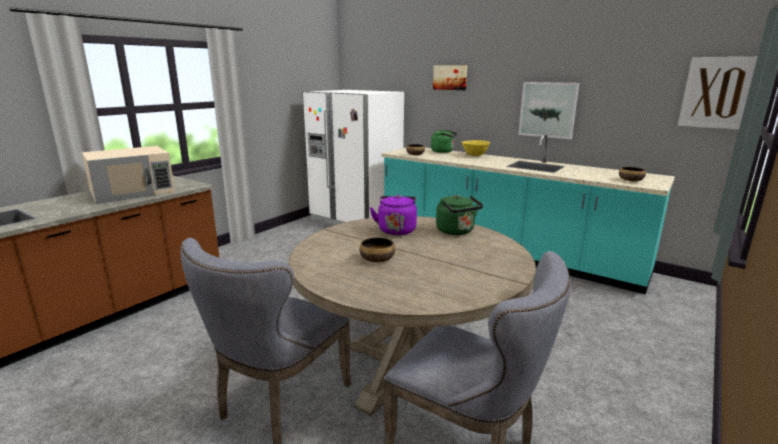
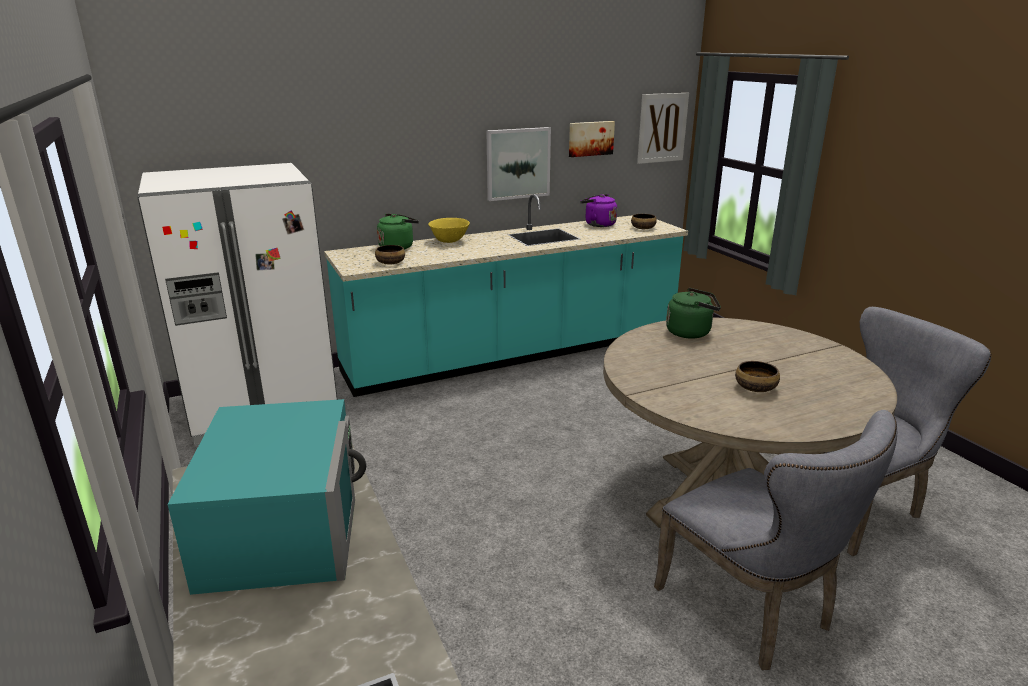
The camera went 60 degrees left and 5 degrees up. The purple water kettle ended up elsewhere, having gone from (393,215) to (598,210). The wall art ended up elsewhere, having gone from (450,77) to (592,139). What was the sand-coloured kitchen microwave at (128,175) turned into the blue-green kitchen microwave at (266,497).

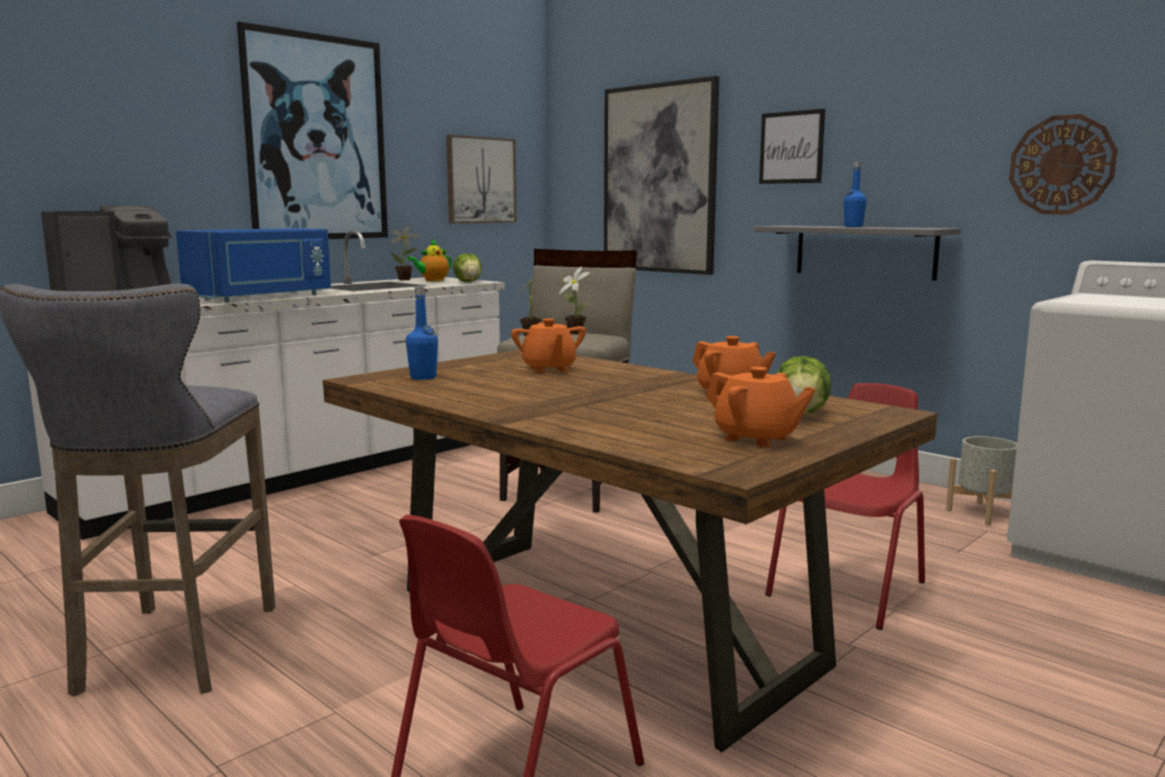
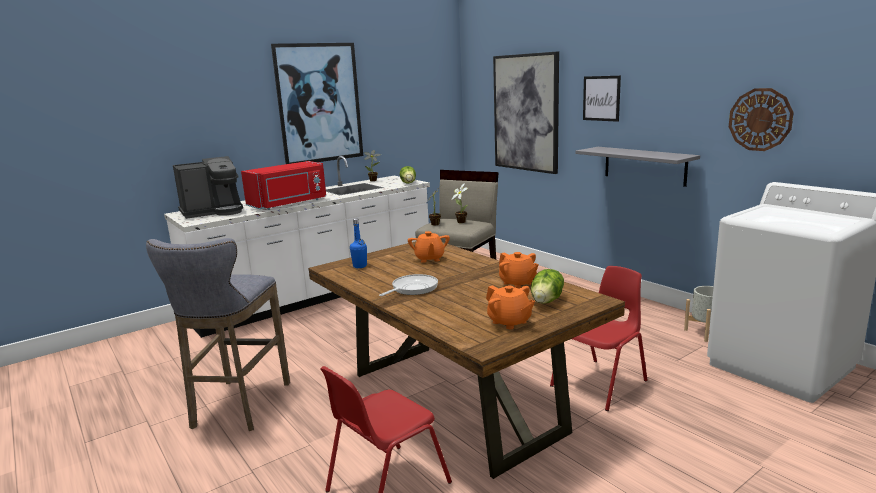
The camera went 10 degrees right and 5 degrees up. The second view lost the pot for tea at (429,260). The second view lost the wall art at (481,179). The second view lost the bluish beverage bottle at (855,194). The second view gained the skillet at (408,285). What was the bluish kitchen microwave at (253,265) turned into the reddish kitchen microwave at (283,185).

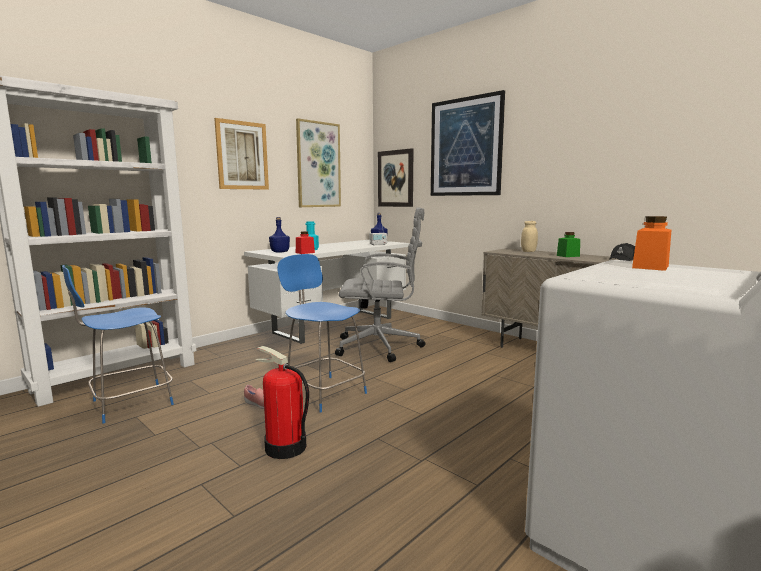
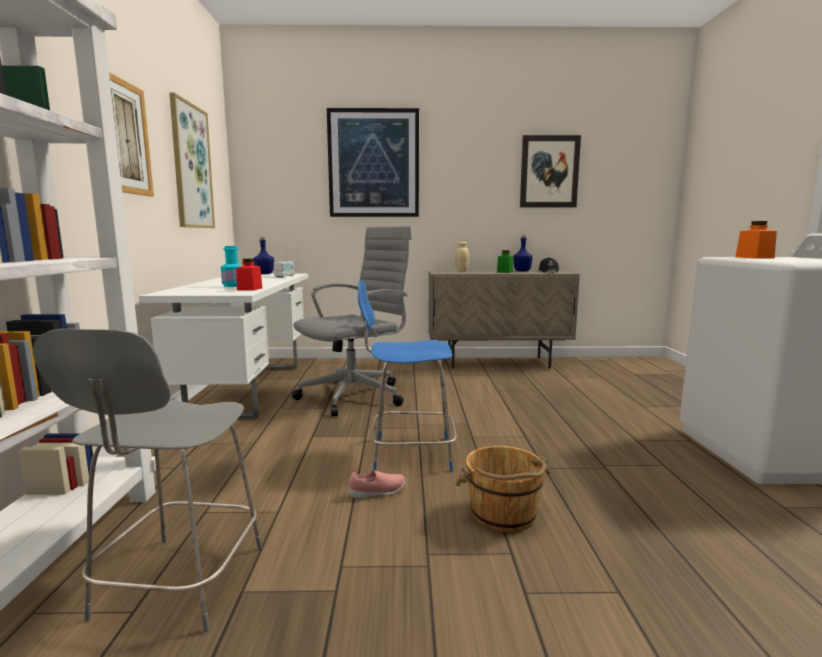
The camera went 45 degrees left and 0 degrees up. The bluish beverage bottle ended up elsewhere, having gone from (279,235) to (523,253). The wall art ended up elsewhere, having gone from (395,177) to (550,171). Where the fire extinguisher stood at (282,402), the brown pail came to stand at (502,489). What was the bluish stool seat at (118,344) turned into the gray stool seat at (147,480).

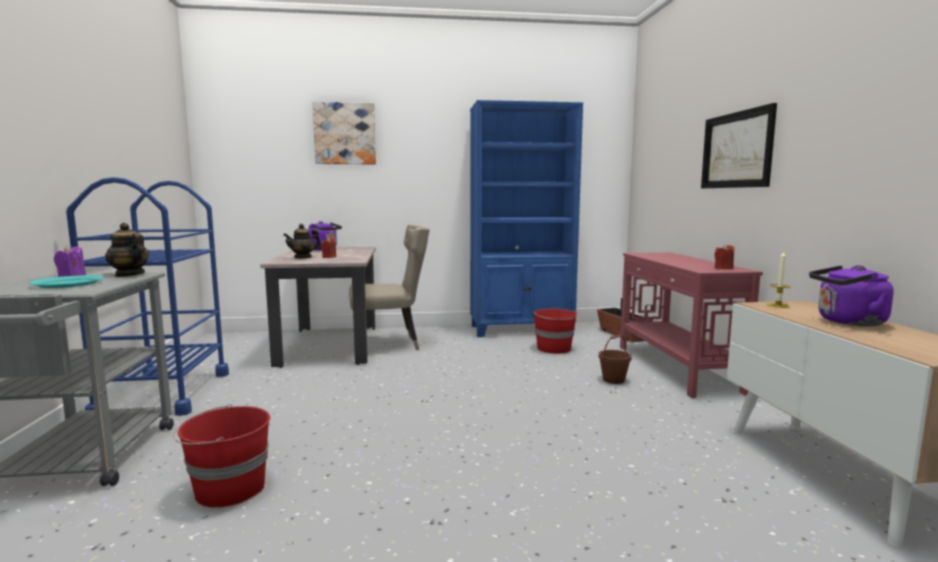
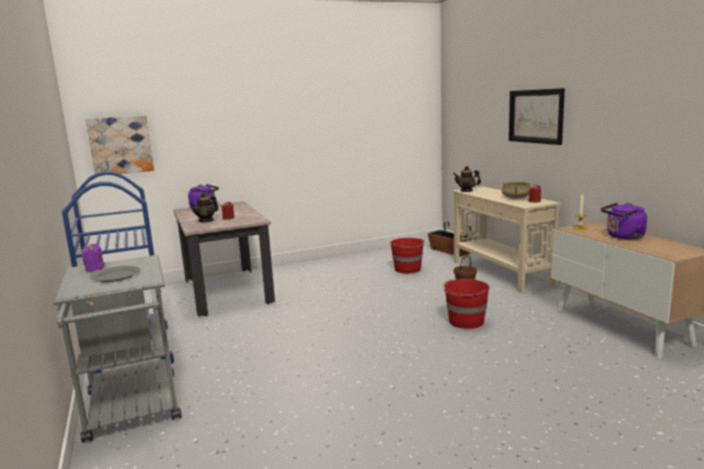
The camera went 15 degrees left and 5 degrees up. The second view lost the sand-coloured plain chair at (389,287). The second view lost the bluish bookshelf at (526,218). The second view gained the sand-coloured saucepot at (516,190). The pot for tea ended up elsewhere, having gone from (127,250) to (467,179). The reddish pail ended up elsewhere, having gone from (221,456) to (466,304). The wall art ended up elsewhere, having gone from (344,133) to (120,145). What was the blue-green plate at (66,281) turned into the gray plate at (115,274). What was the reddish hall table at (691,325) turned into the sand-coloured hall table at (507,240).

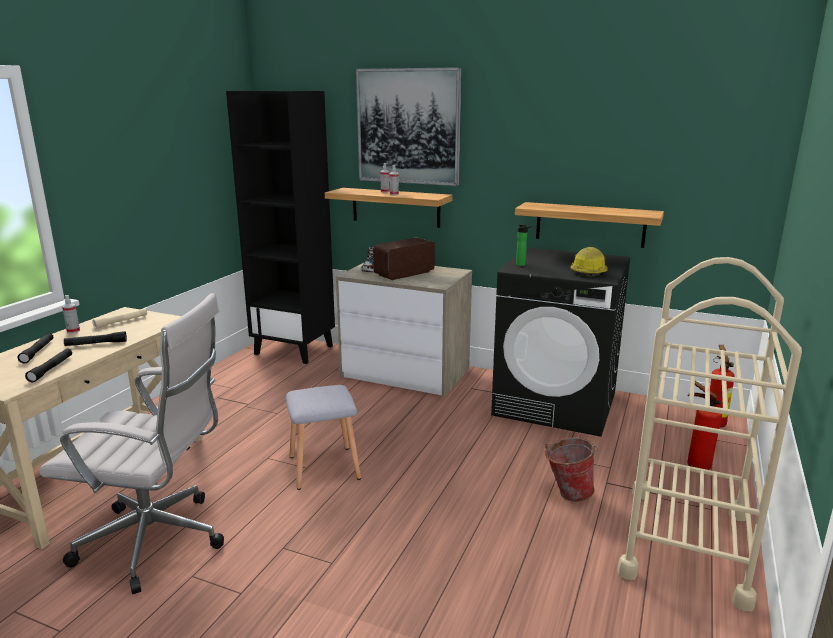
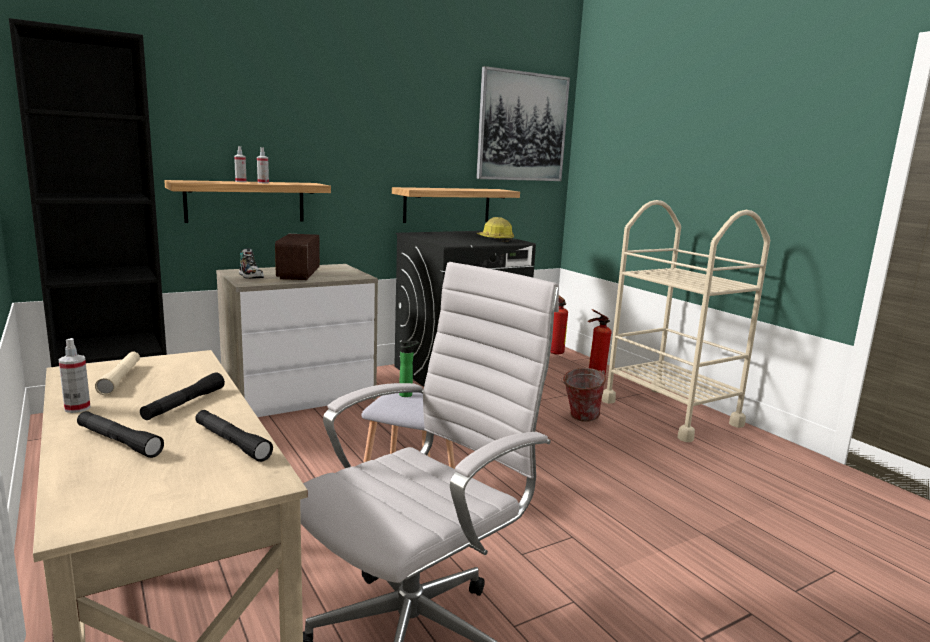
The camera went 55 degrees left and 5 degrees down. The wall art ended up elsewhere, having gone from (409,126) to (523,123). The beverage bottle ended up elsewhere, having gone from (524,245) to (409,369).

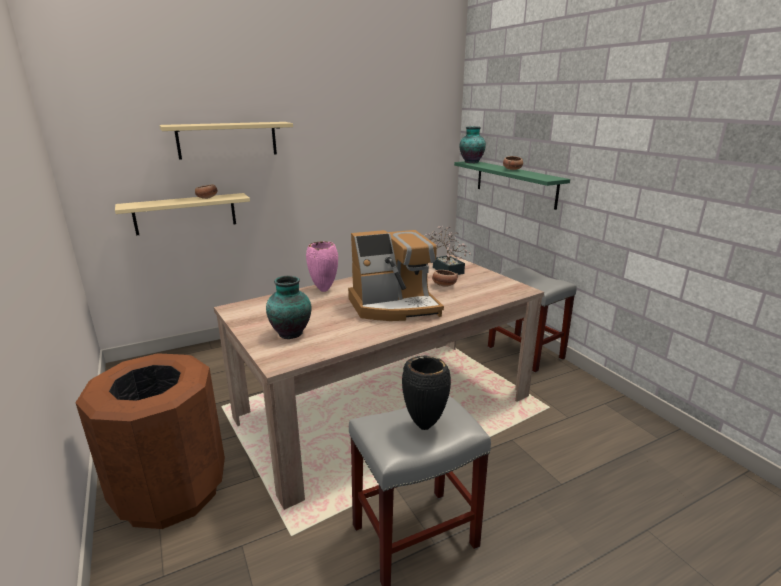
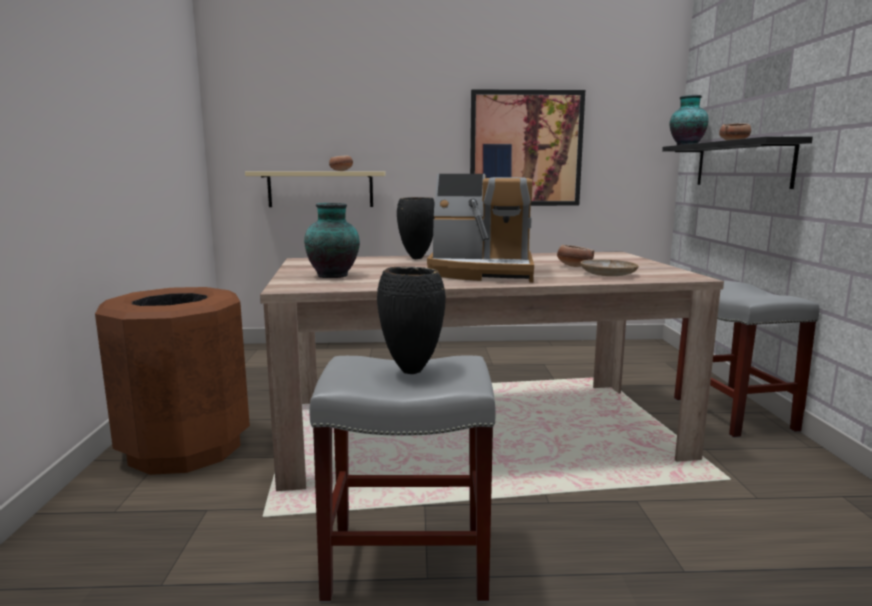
The camera went 25 degrees right and 10 degrees down. The second view lost the sand-coloured wall shelf at (226,141). The second view lost the potted plant at (448,250). The second view gained the wall art at (527,147). The second view gained the sand-coloured plate at (609,267). What was the pinkish decorative vase at (322,266) turned into the black decorative vase at (416,228). What was the greenish wall shelf at (512,185) turned into the black wall shelf at (737,162).

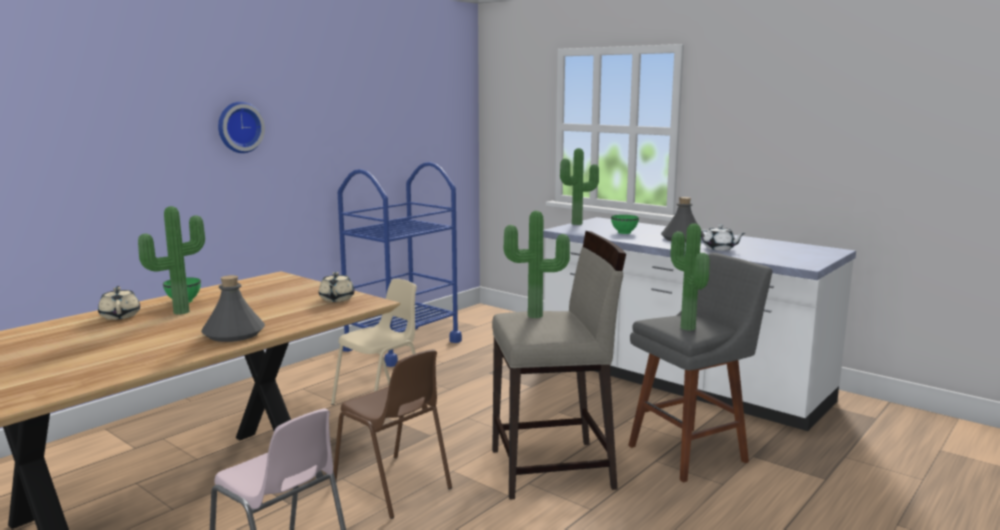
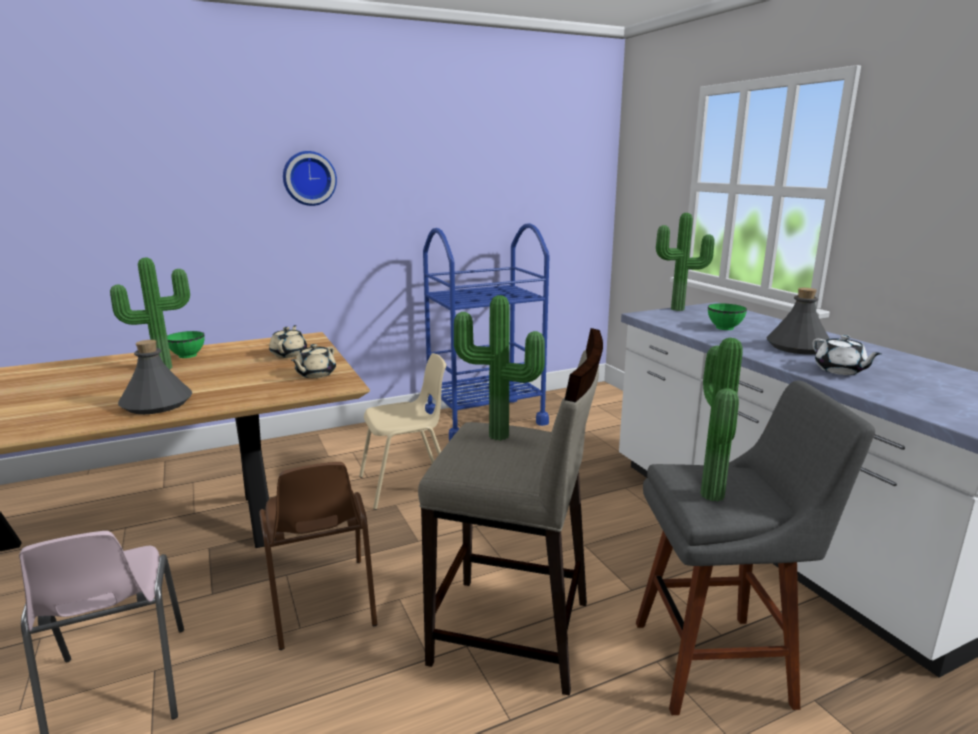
The camera went 25 degrees right and 5 degrees up. The sand-coloured pot for tea ended up elsewhere, having gone from (119,303) to (288,341).

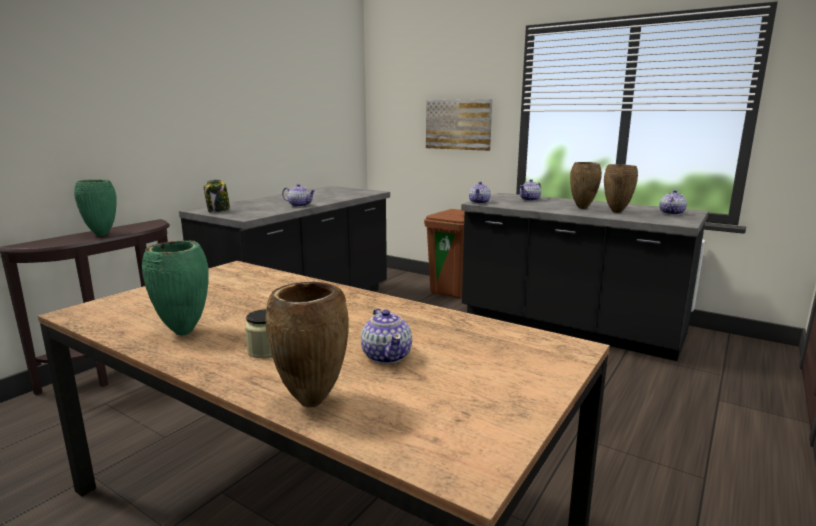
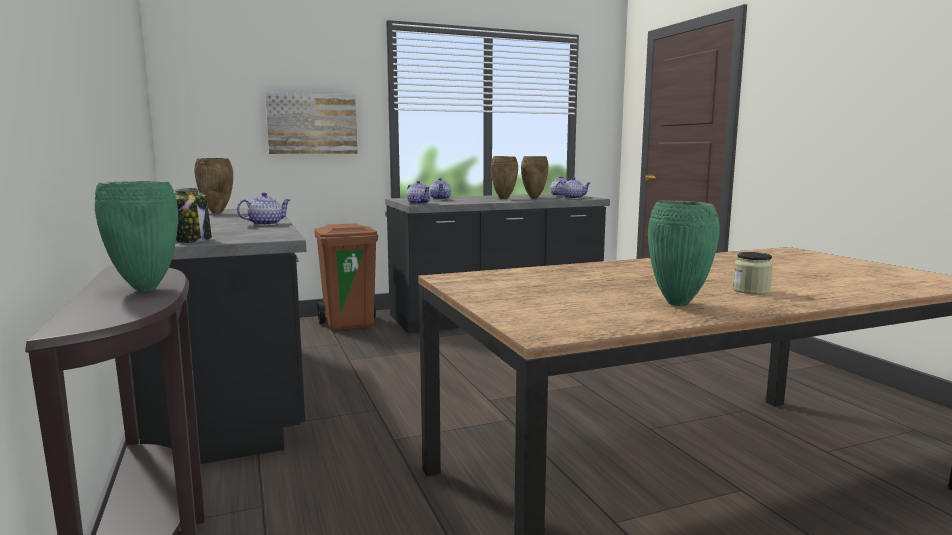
The camera went 55 degrees left and 5 degrees down. The brown decorative vase ended up elsewhere, having gone from (307,344) to (213,185). The pot for tea ended up elsewhere, having gone from (386,336) to (573,188).

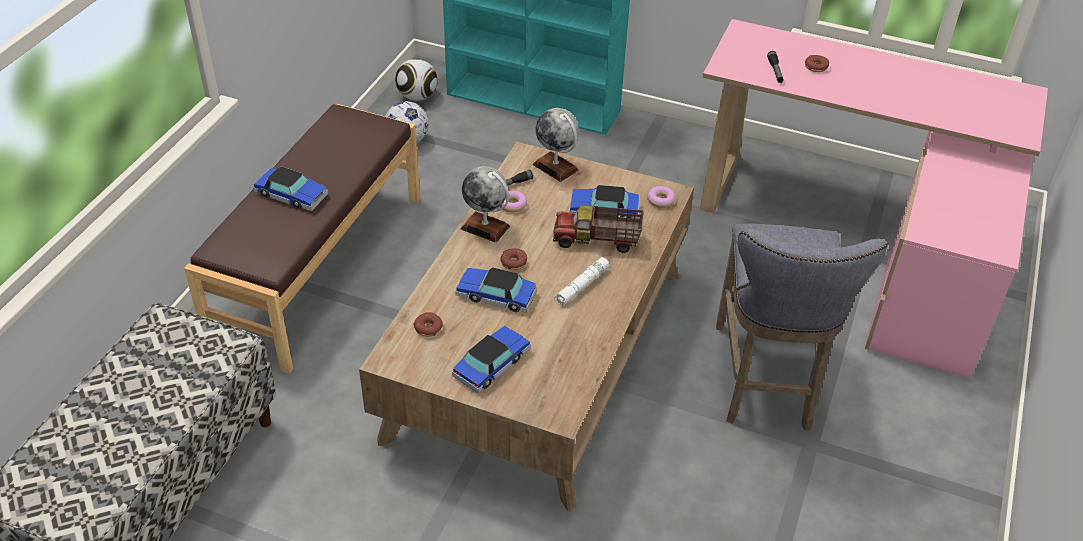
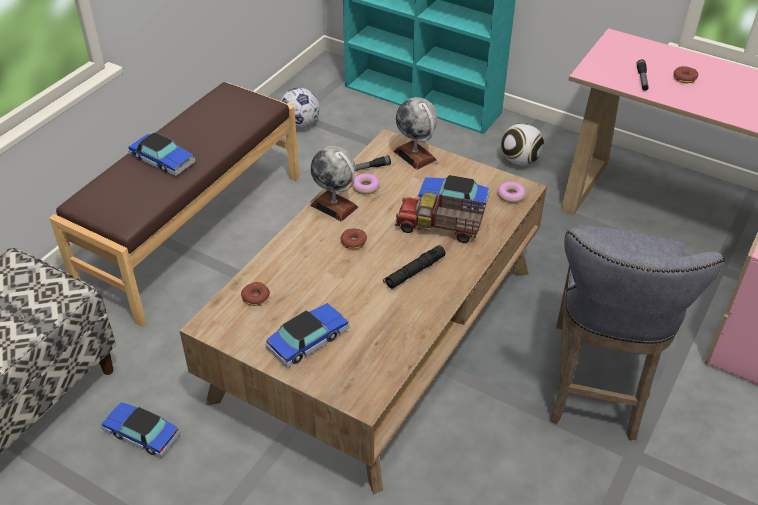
The camera went 10 degrees right and 0 degrees up. The football ended up elsewhere, having gone from (416,79) to (522,144). The model car ended up elsewhere, having gone from (496,290) to (141,430). What was the whitish torch at (581,281) turned into the black torch at (414,267).

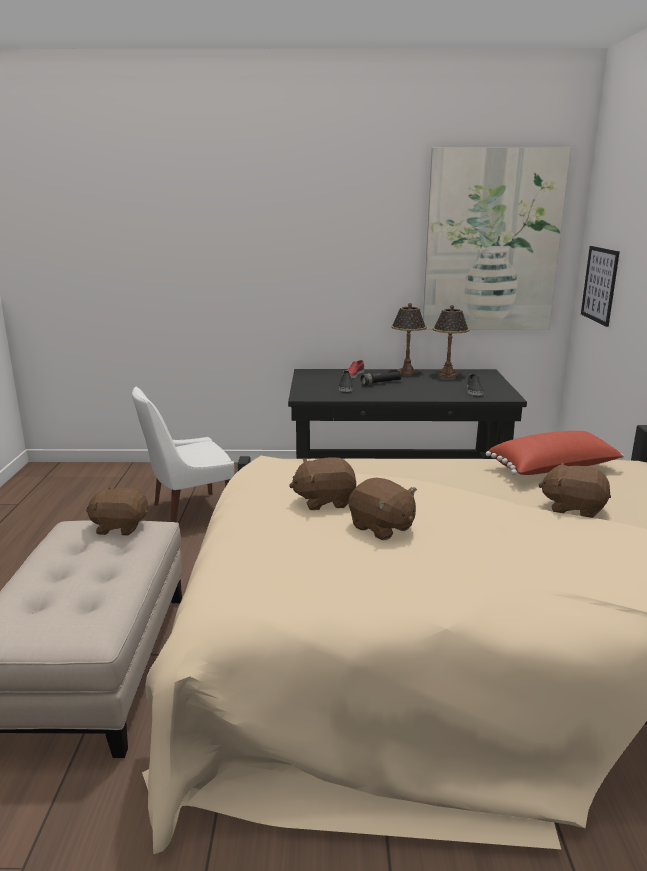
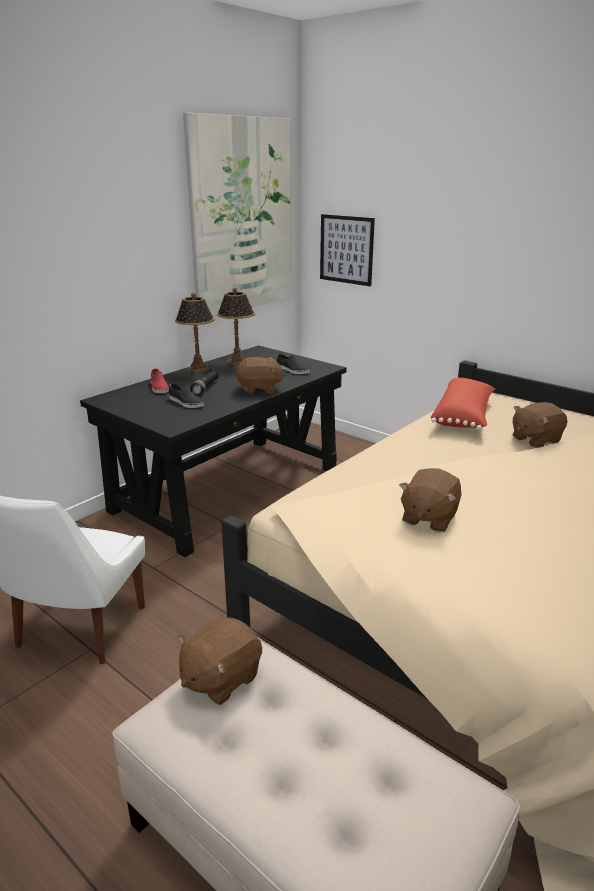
The camera went 50 degrees left and 5 degrees up. The brown plush toy ended up elsewhere, having gone from (383,509) to (261,375).

